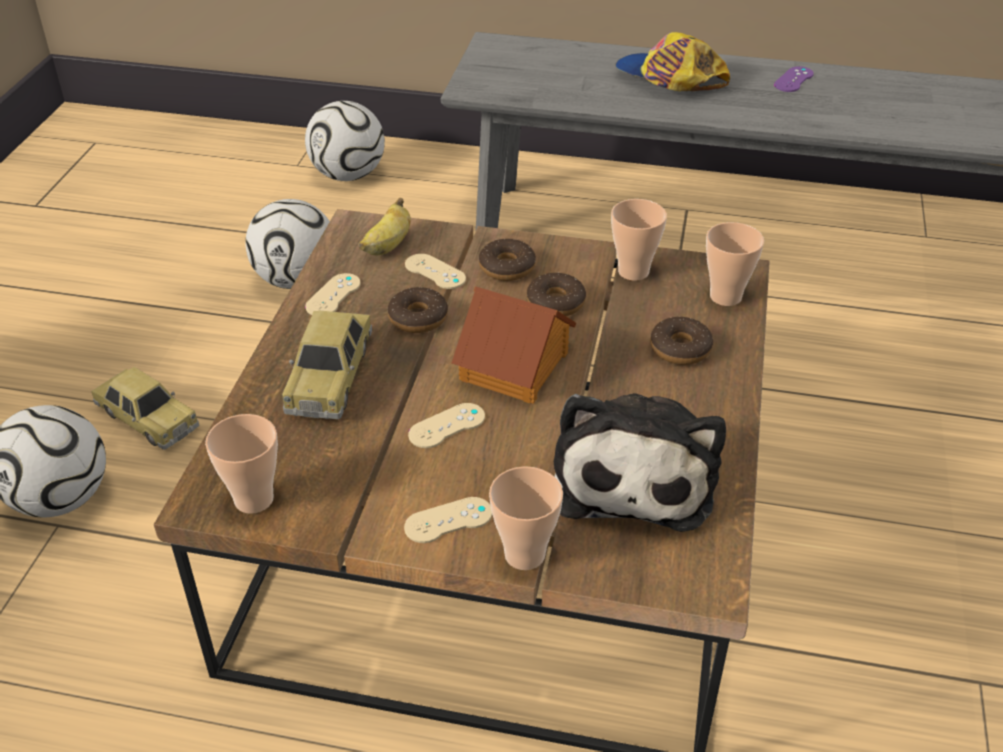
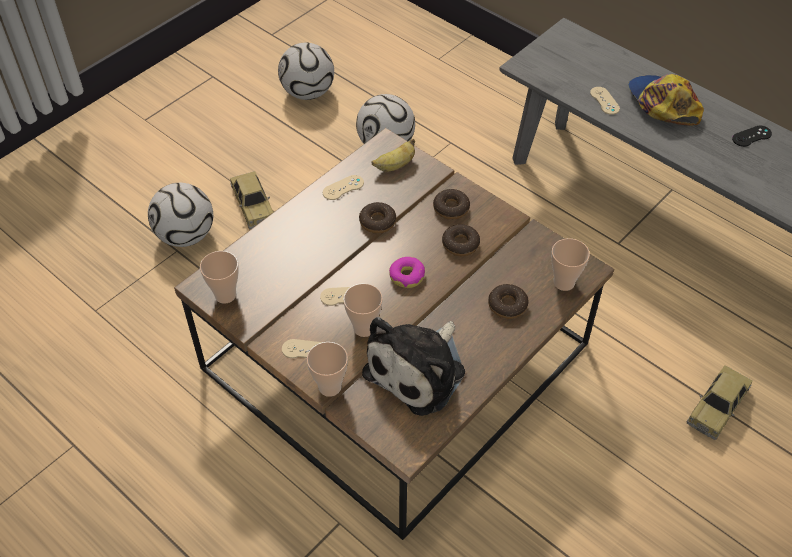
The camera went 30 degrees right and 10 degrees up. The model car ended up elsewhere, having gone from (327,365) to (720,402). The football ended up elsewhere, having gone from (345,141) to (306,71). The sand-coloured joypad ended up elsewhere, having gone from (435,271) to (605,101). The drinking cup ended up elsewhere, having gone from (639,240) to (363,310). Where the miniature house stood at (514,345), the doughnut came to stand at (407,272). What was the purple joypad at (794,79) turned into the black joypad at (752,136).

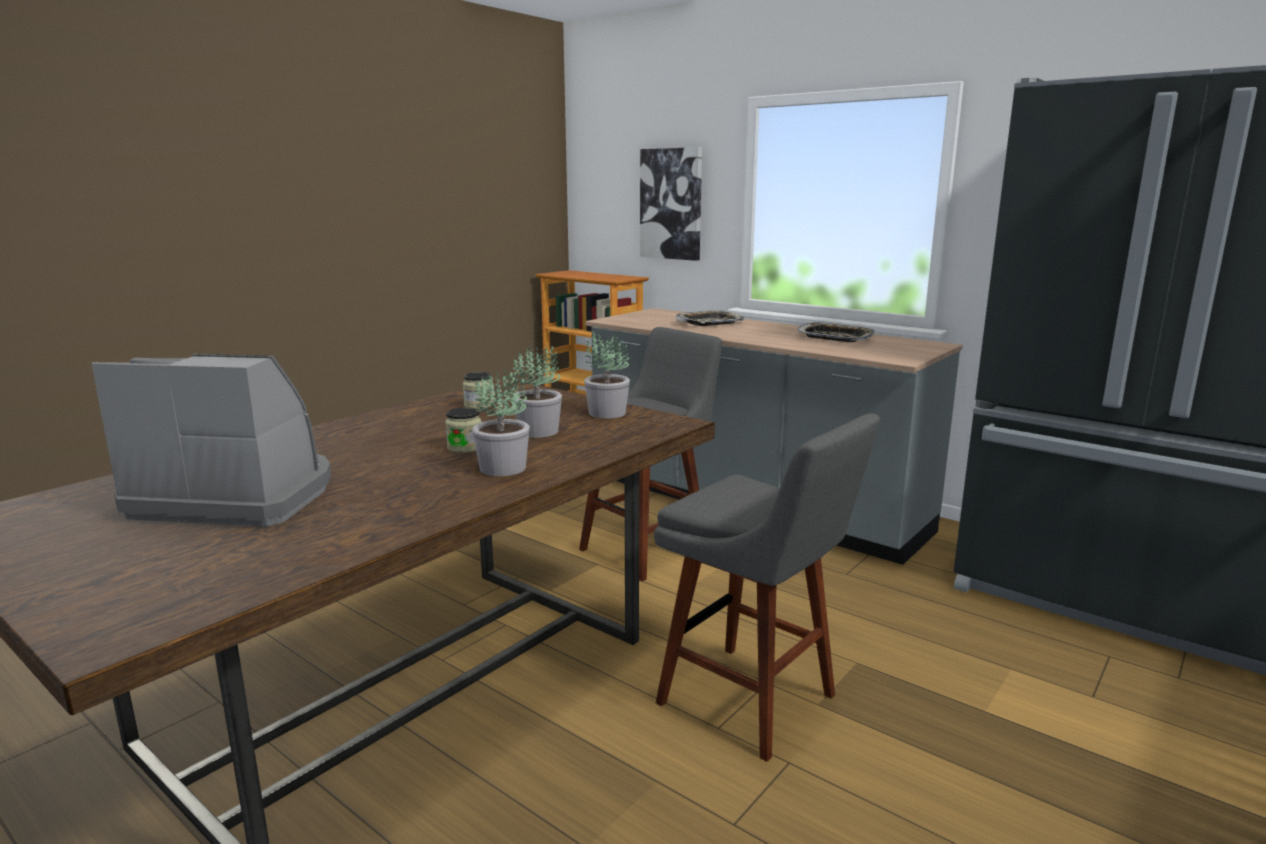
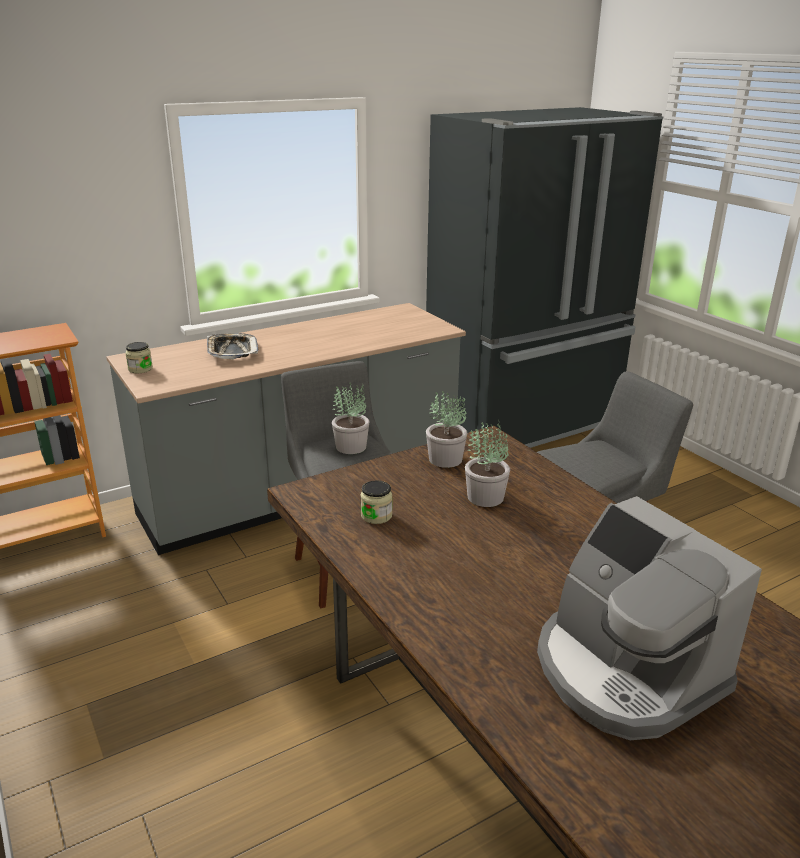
The camera went 70 degrees left and 10 degrees up. The second view lost the wall art at (671,204). The second view lost the tray at (836,332). The storage jar ended up elsewhere, having gone from (463,430) to (139,358). The potted plant ended up elsewhere, having gone from (501,423) to (350,418). The coffee brewer at (211,440) ended up facing another way, 60 degrees counterclockwise from before.

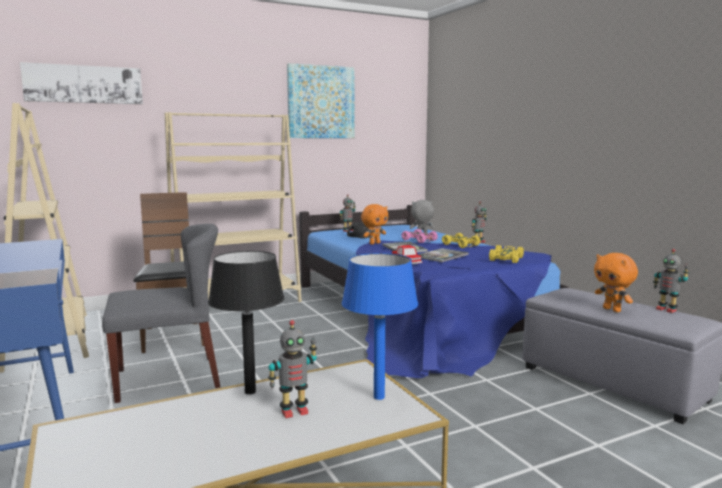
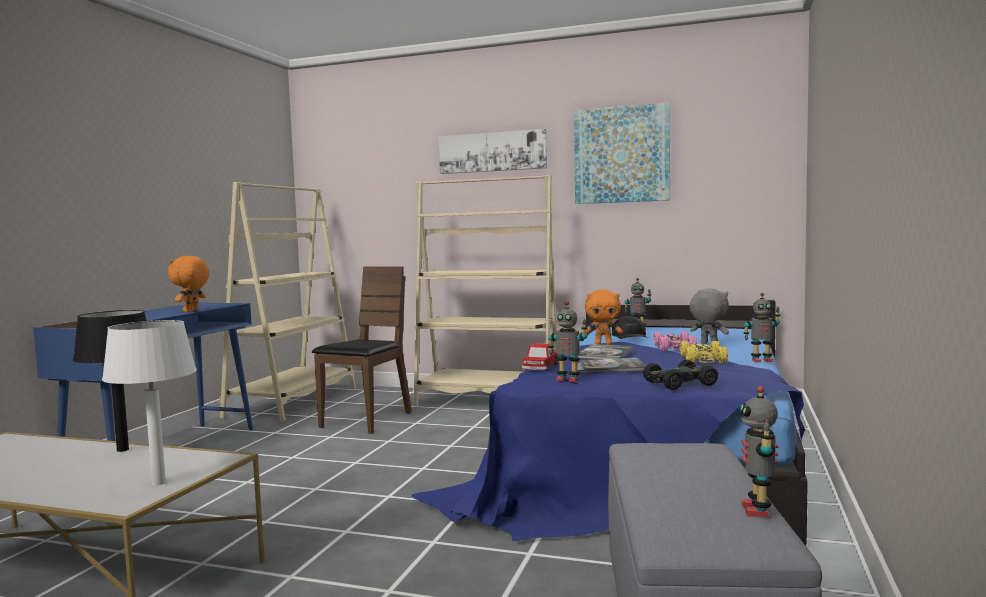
The camera went 45 degrees right and 5 degrees down. The second view lost the gray plain chair at (161,313). The wall art ended up elsewhere, having gone from (81,83) to (493,151). The robot figure ended up elsewhere, having gone from (292,369) to (568,341). The orange-coloured plush toy ended up elsewhere, having gone from (616,282) to (189,284). What was the bluish lamp for a table at (380,326) turned into the whitish lamp for a table at (149,402). What was the yellow-coloured model car at (506,254) turned into the black model car at (680,375).

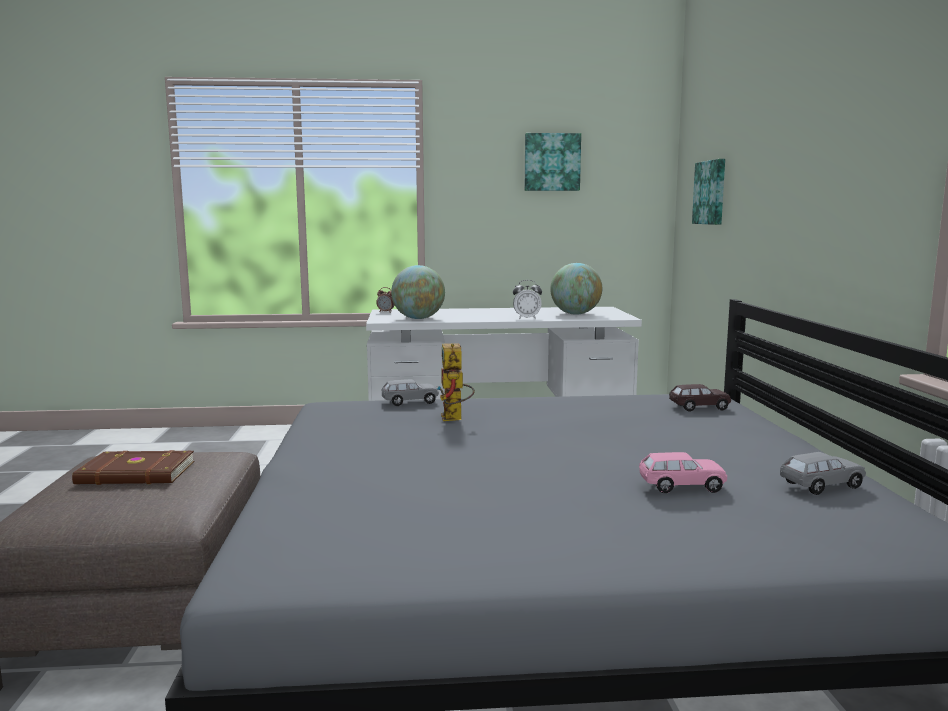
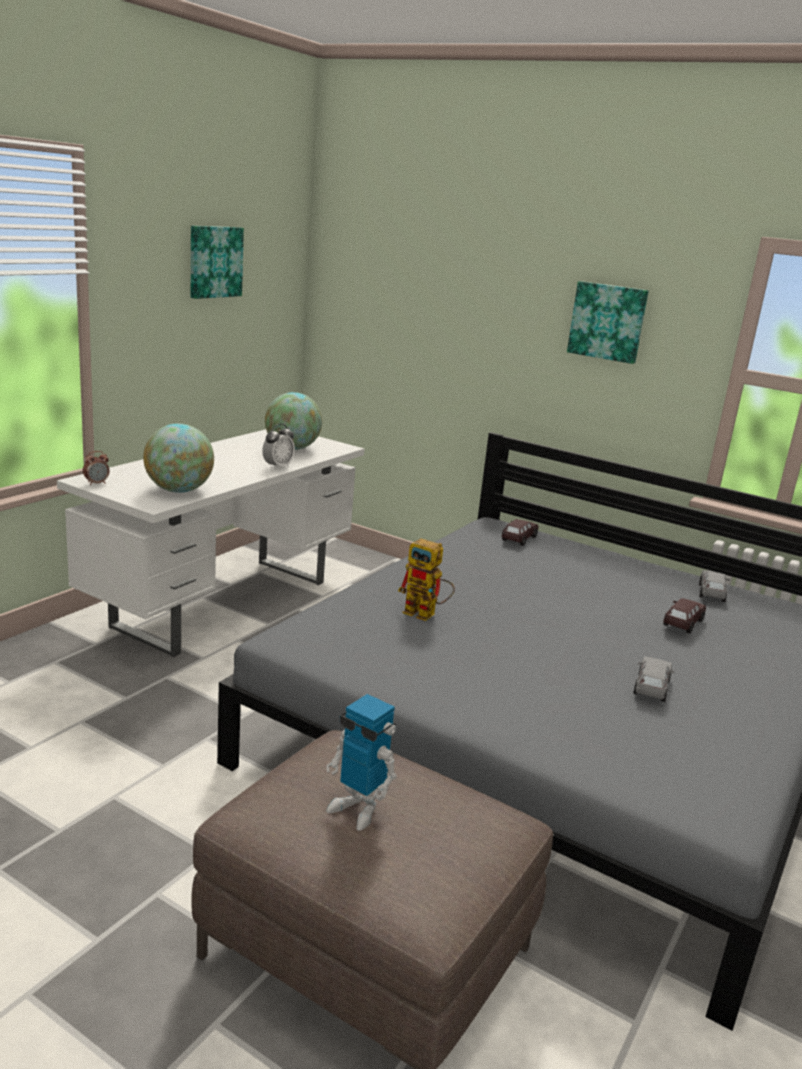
The camera went 55 degrees left and 10 degrees up. The gray model car ended up elsewhere, having gone from (410,392) to (653,679). The wall art ended up elsewhere, having gone from (708,192) to (608,322). Where the brown volume stood at (133,467), the robot figure came to stand at (361,762). What was the pinkish model car at (683,472) turned into the brown model car at (684,616).

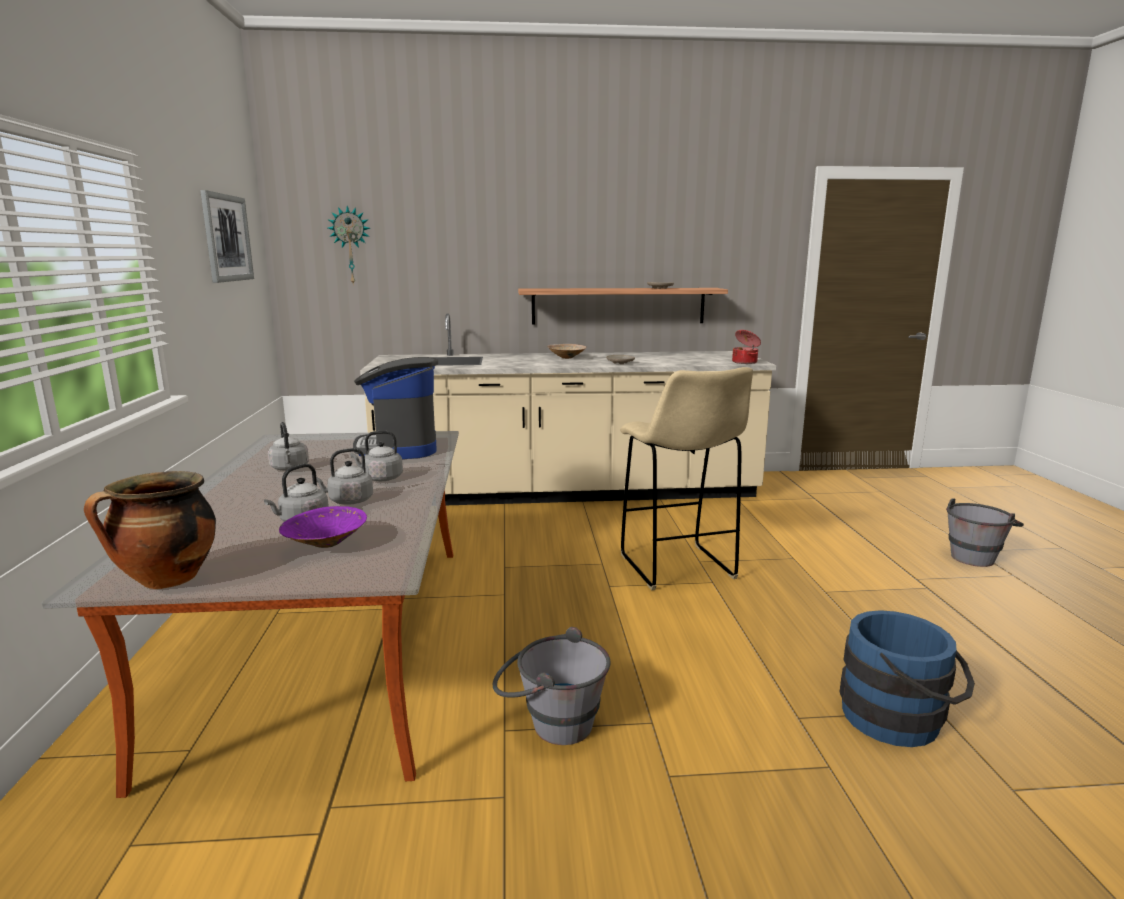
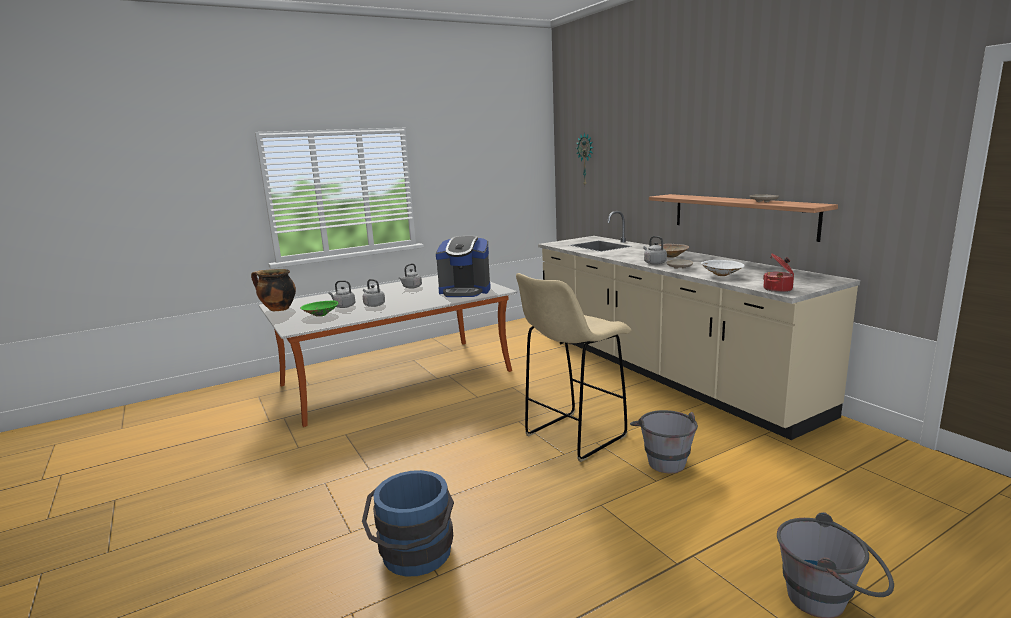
The camera went 65 degrees right and 0 degrees up. The second view lost the wall art at (227,236). The second view gained the whitish deep dish at (723,268). The gray water kettle ended up elsewhere, having gone from (376,456) to (655,250). The gray pail ended up elsewhere, having gone from (551,686) to (664,441). What was the purple deep dish at (323,527) turned into the greenish deep dish at (319,309). The coffee brewer at (396,408) ended up facing another way, 135 degrees counterclockwise from before.

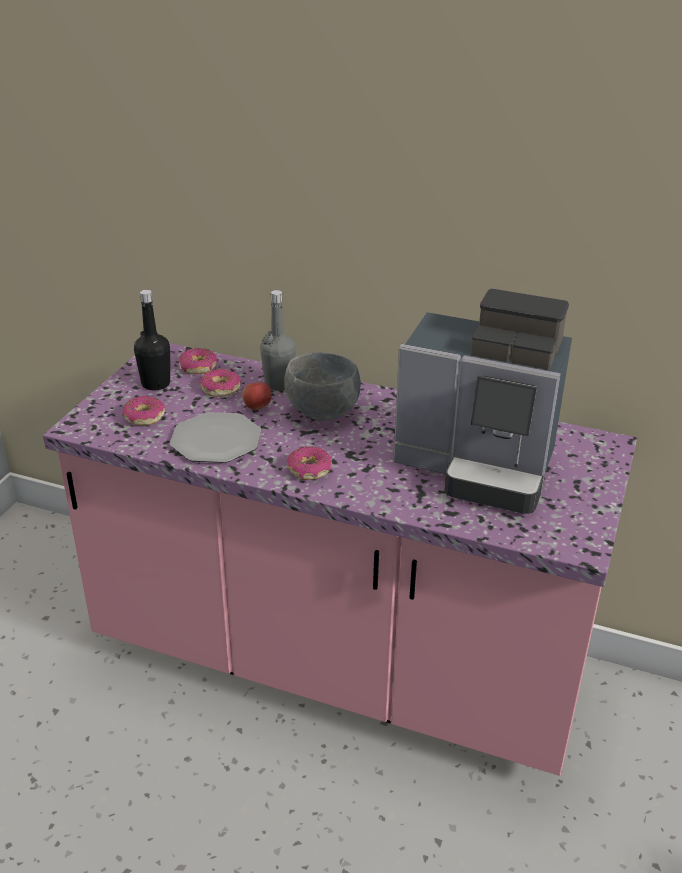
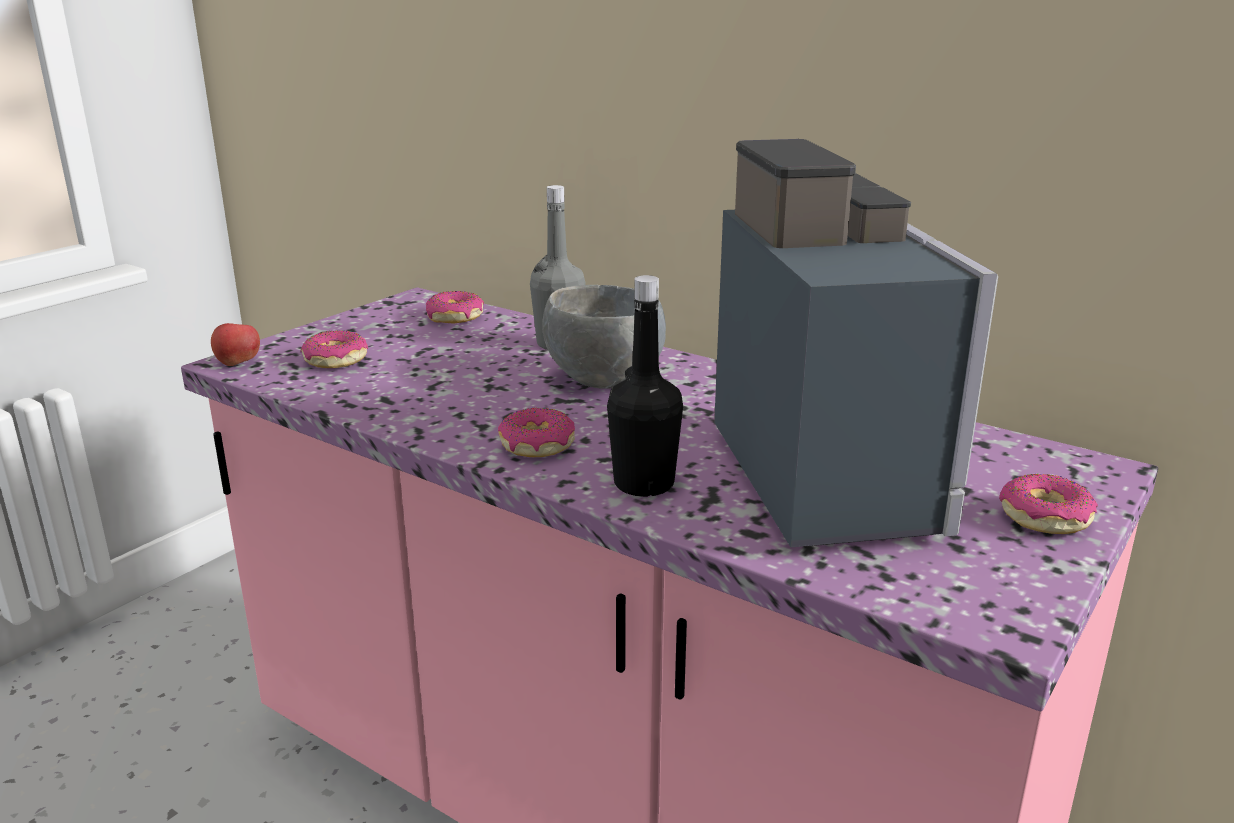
The camera went 15 degrees right and 10 degrees down. The second view lost the plate at (215,437). The black beverage bottle ended up elsewhere, having gone from (152,340) to (645,386). The doughnut ended up elsewhere, having gone from (220,382) to (1048,504). The apple fruit ended up elsewhere, having gone from (257,396) to (235,344). The coffee brewer at (482,401) ended up facing another way, 135 degrees counterclockwise from before.

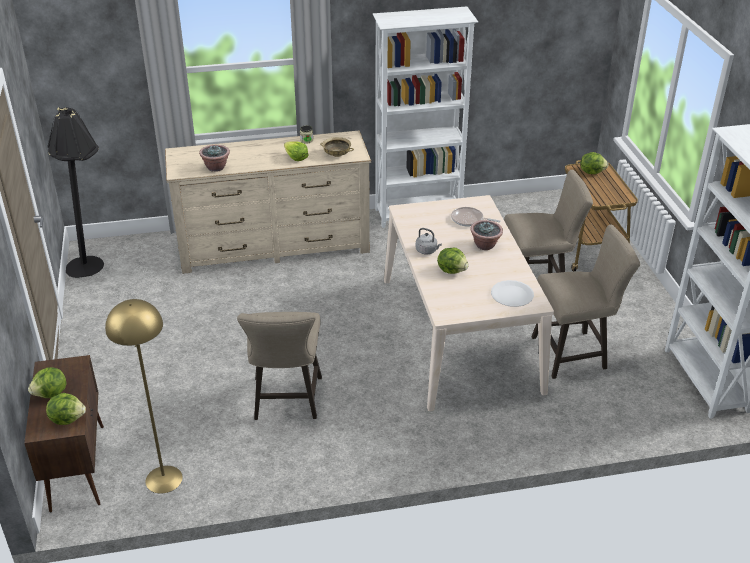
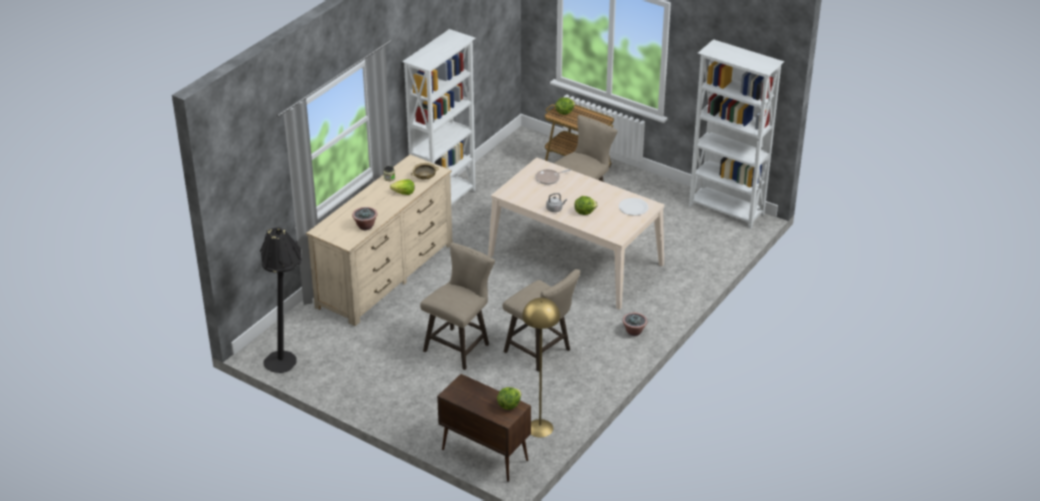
The camera went 45 degrees left and 0 degrees up. The second view lost the head of lettuce at (47,382). The potted plant ended up elsewhere, having gone from (486,235) to (634,324). The sand-coloured stool seat ended up elsewhere, having gone from (585,301) to (457,306).

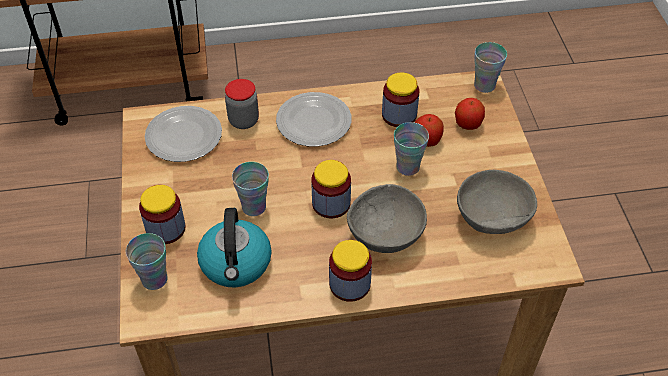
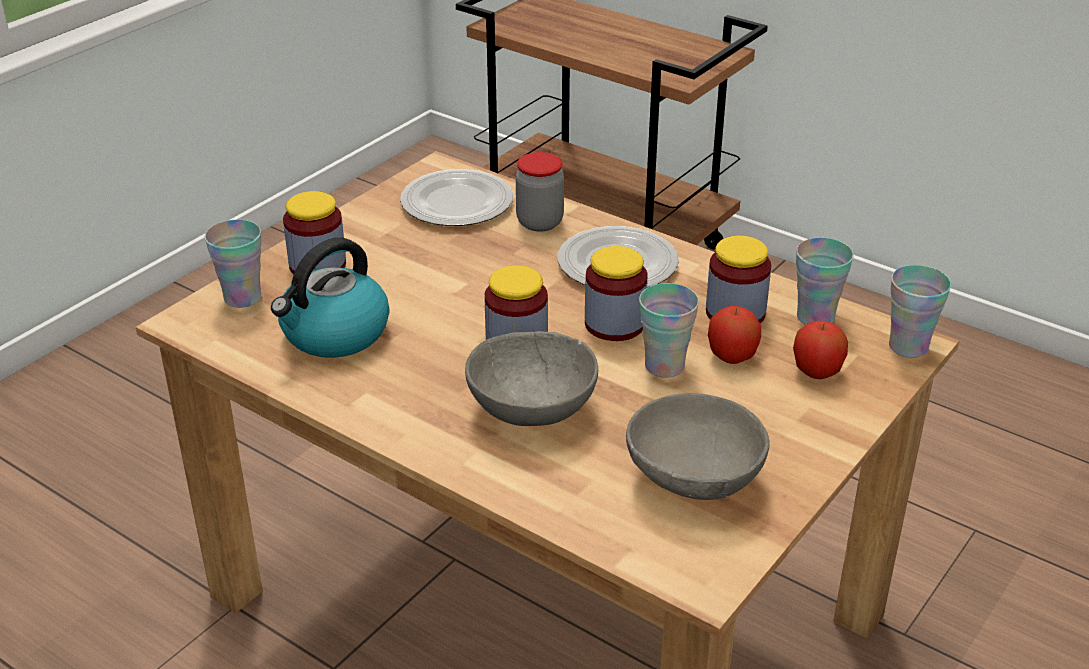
The camera went 45 degrees right and 15 degrees down. The drinking cup ended up elsewhere, having gone from (250,189) to (825,281). The storage jar ended up elsewhere, having gone from (350,271) to (616,293).

